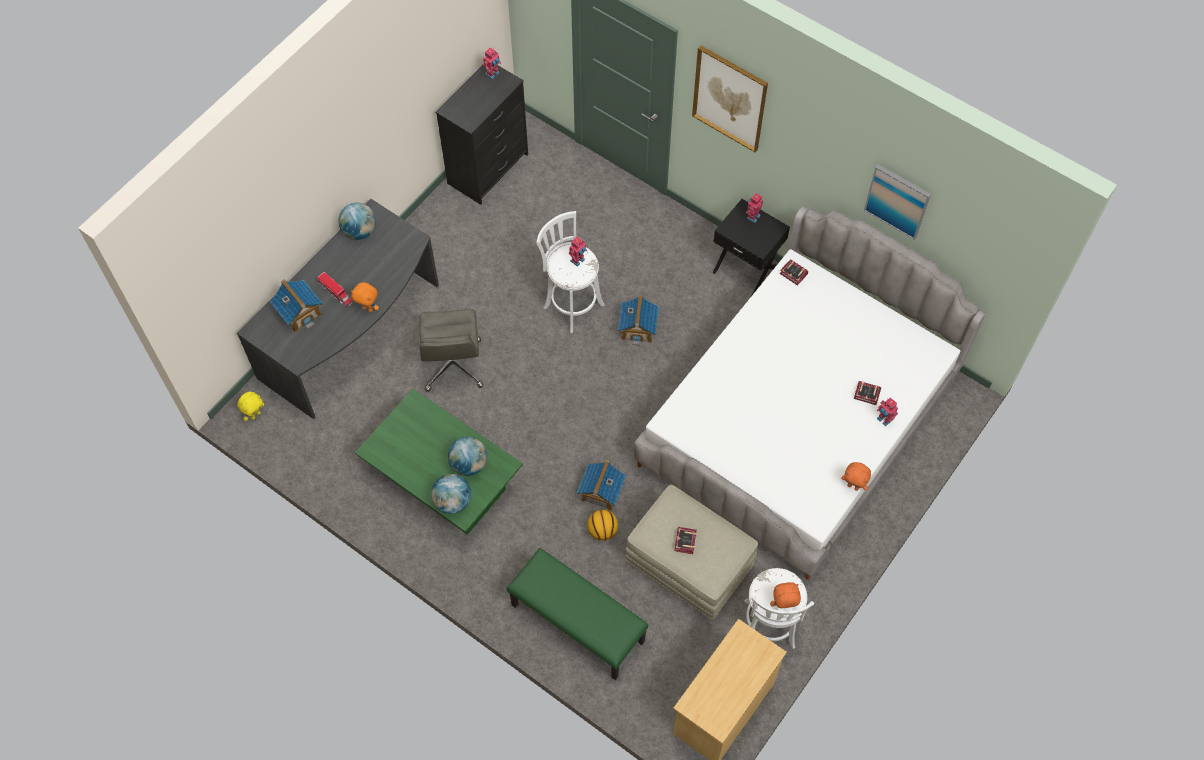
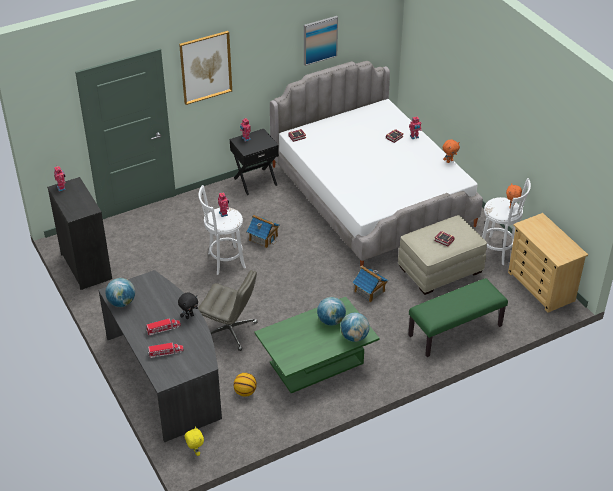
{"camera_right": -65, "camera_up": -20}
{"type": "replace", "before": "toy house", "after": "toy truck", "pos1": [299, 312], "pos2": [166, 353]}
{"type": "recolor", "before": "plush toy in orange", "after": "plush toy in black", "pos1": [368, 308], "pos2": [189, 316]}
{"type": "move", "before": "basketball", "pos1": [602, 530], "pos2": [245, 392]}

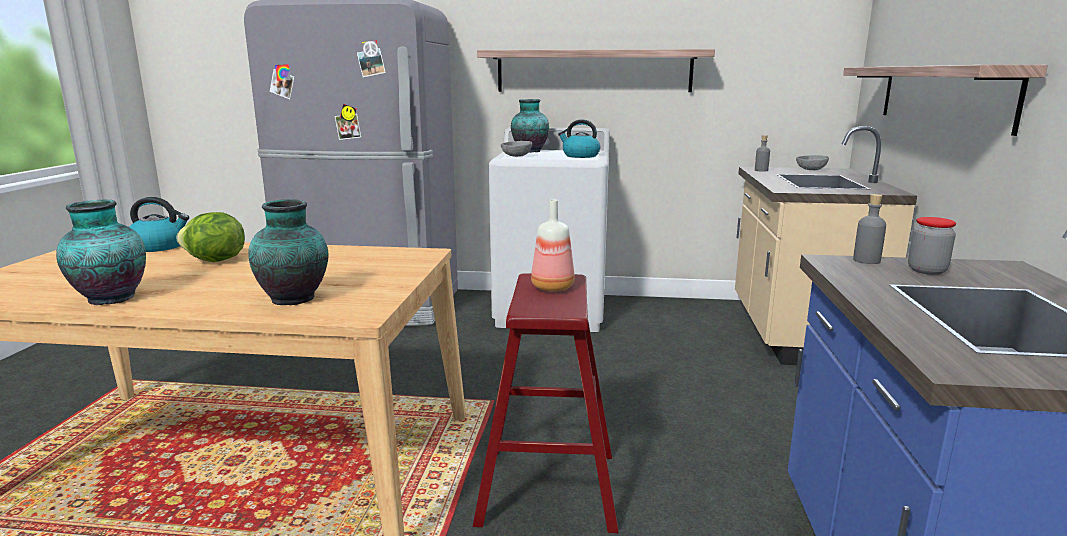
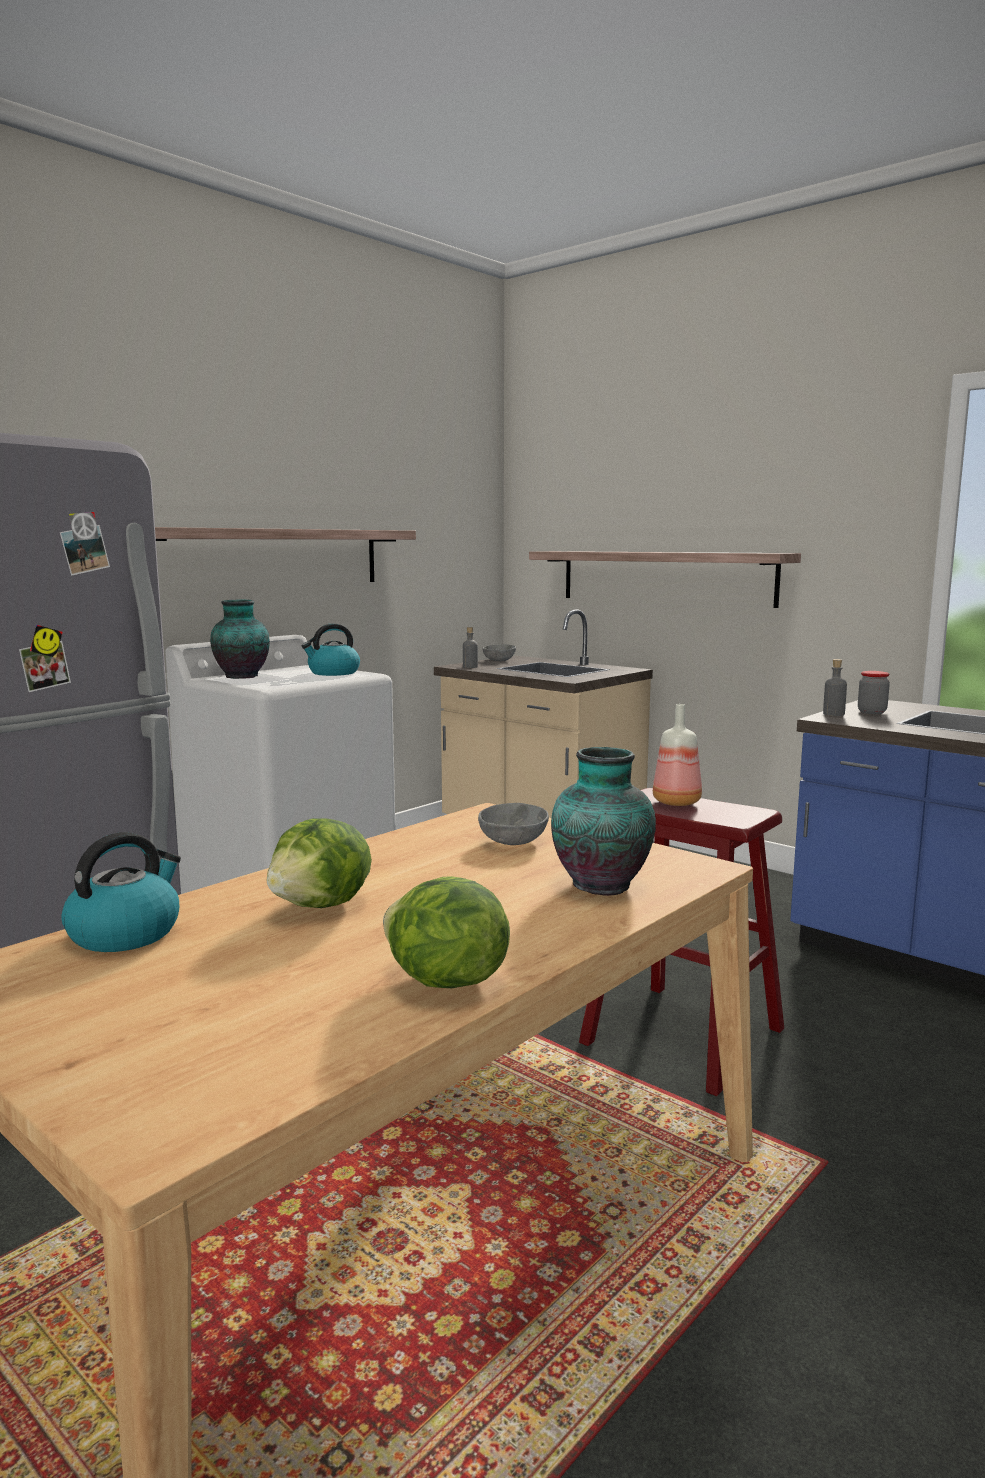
{"camera_right": -55, "camera_up": -5}
{"type": "replace", "before": "vase", "after": "lettuce", "pos1": [109, 299], "pos2": [444, 982]}
{"type": "move", "before": "bowl in grey", "pos1": [516, 156], "pos2": [514, 842]}

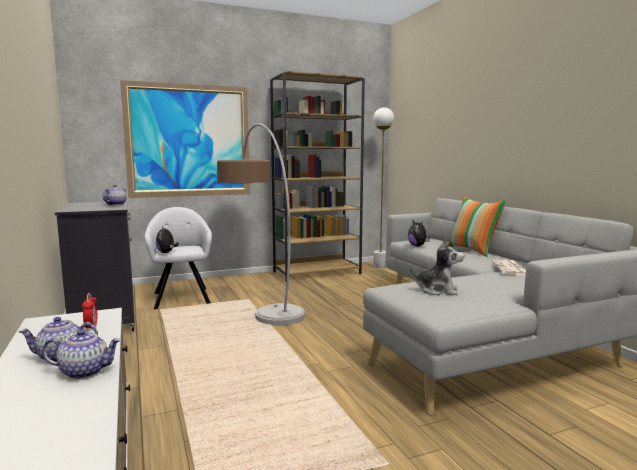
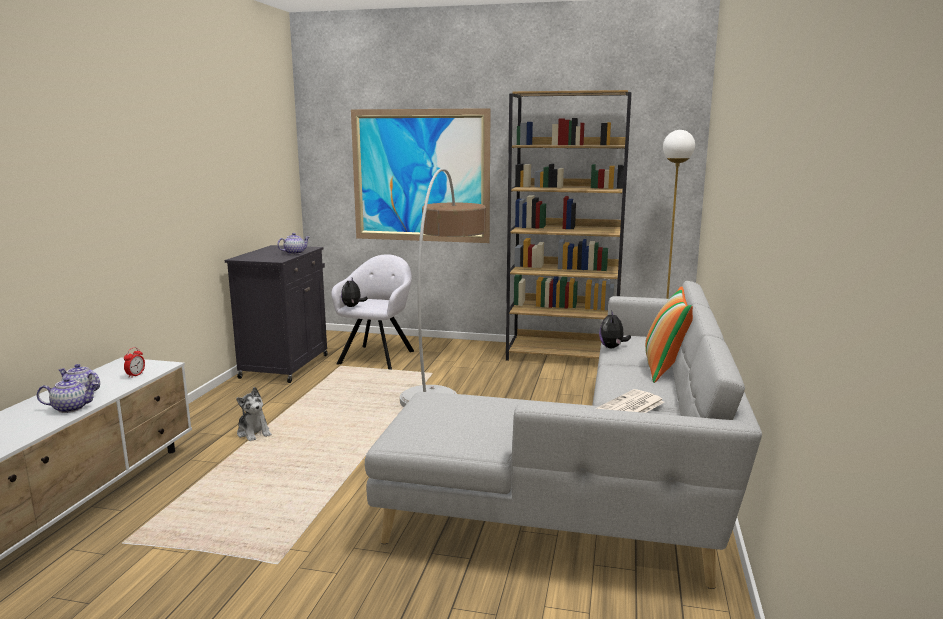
{"camera_right": 35, "camera_up": 5}
{"type": "rotate", "before": "teapot", "pos1": [85, 371], "pos2": [71, 408], "turn": -45}
{"type": "move", "before": "plush toy", "pos1": [437, 290], "pos2": [254, 433]}

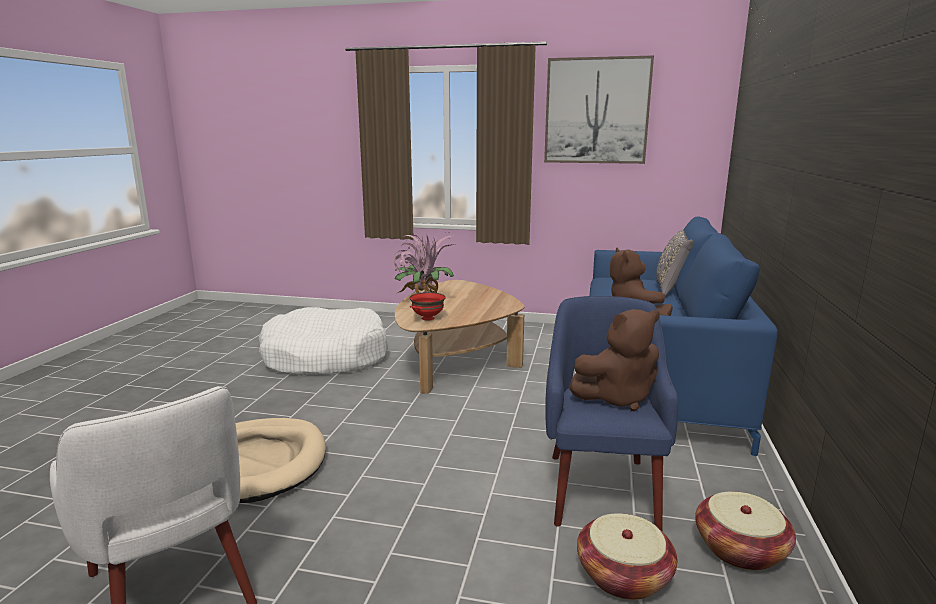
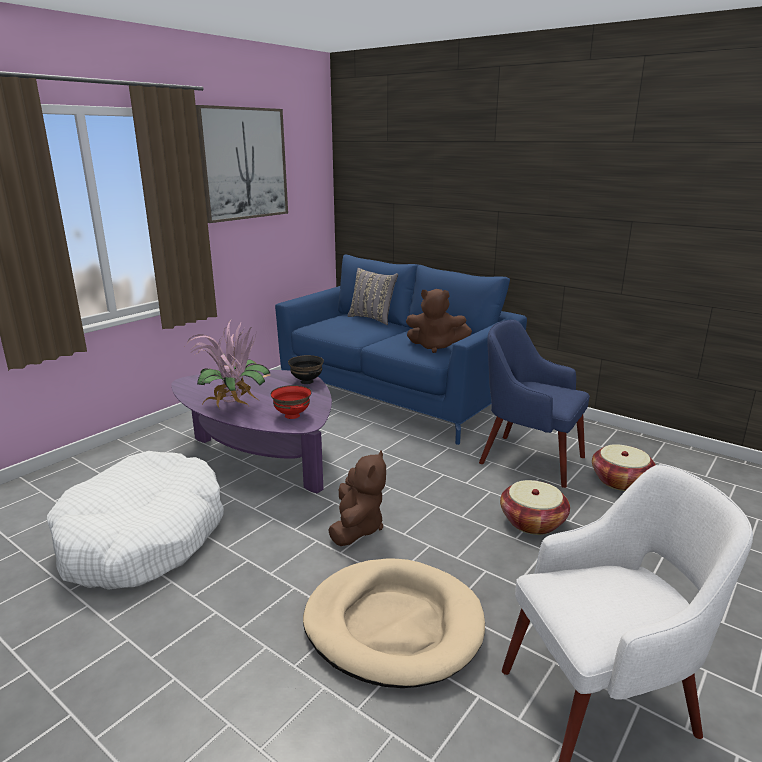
{"camera_right": -65, "camera_up": 5}
{"type": "recolor", "before": "coffee table in brown", "after": "coffee table in purple", "pos1": [456, 360], "pos2": [262, 458]}
{"type": "insert", "after": "bowl in black", "pos2": [306, 381]}
{"type": "move", "before": "plush toy in brown", "pos1": [617, 398], "pos2": [357, 528]}
{"type": "move", "before": "basket", "pos1": [740, 549], "pos2": [532, 522]}

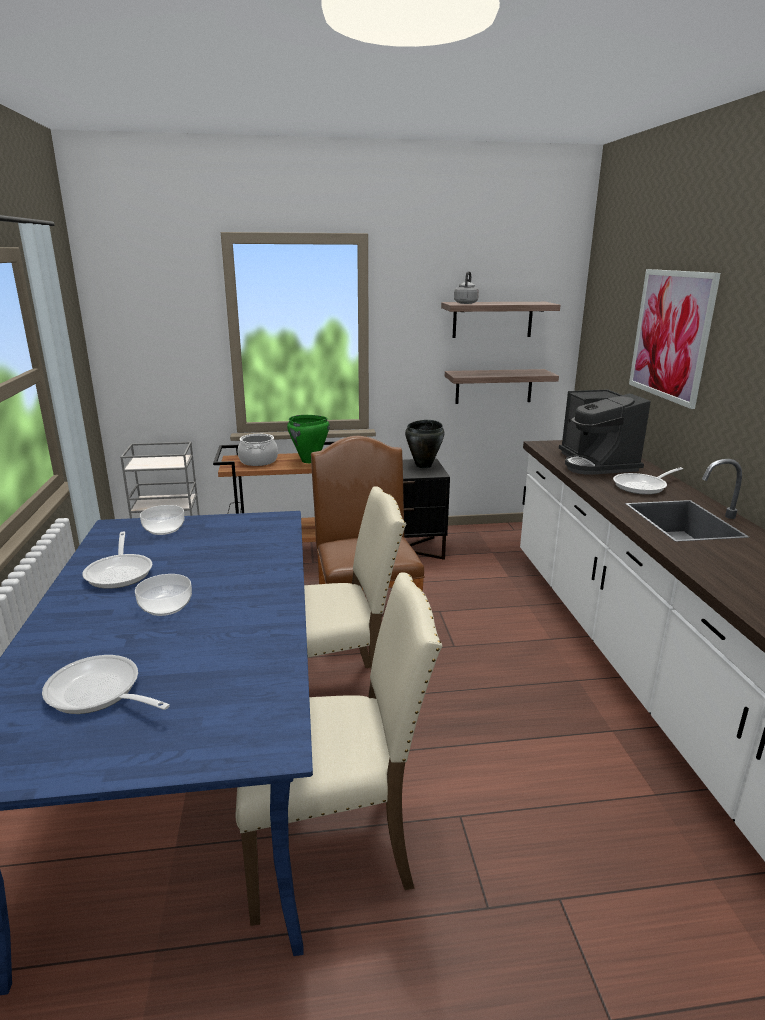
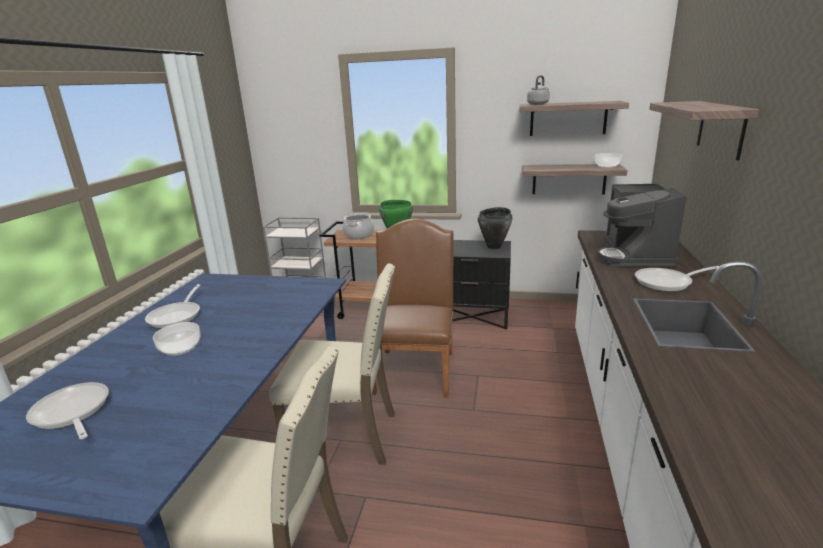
{"camera_right": 20, "camera_up": 0}
{"type": "move", "before": "bowl", "pos1": [163, 529], "pos2": [606, 166]}
{"type": "replace", "before": "picture", "after": "shelf", "pos1": [670, 335], "pos2": [721, 128]}

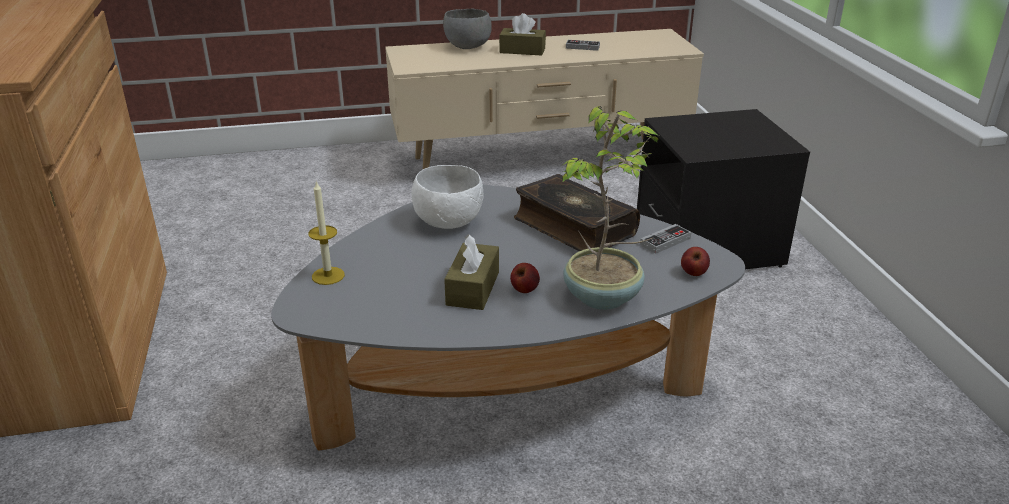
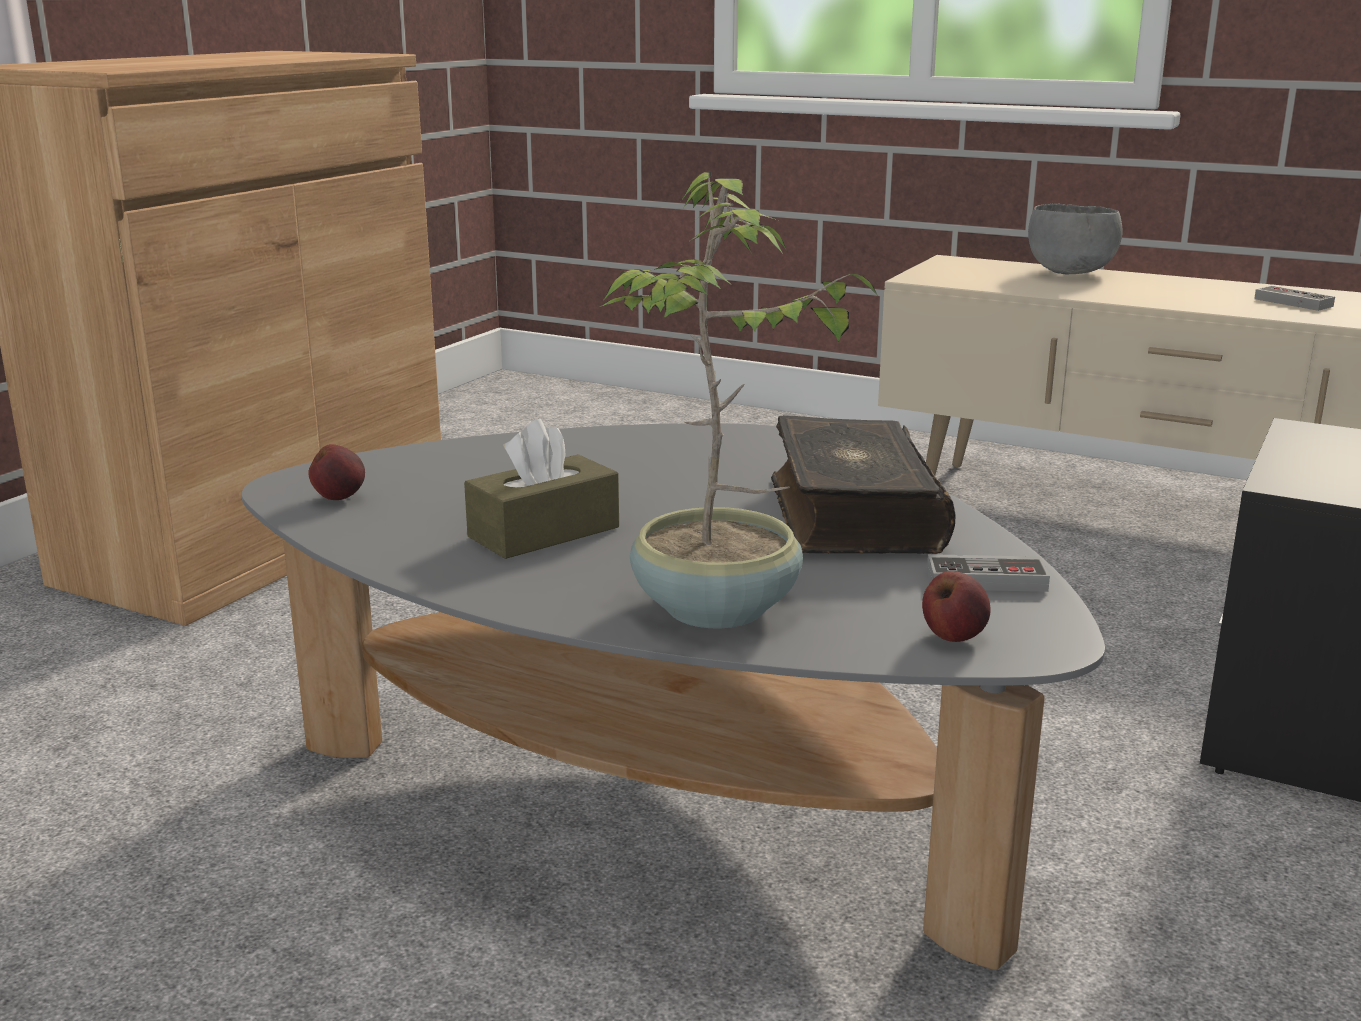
{"camera_right": 40, "camera_up": -10}
{"type": "move", "before": "apple", "pos1": [524, 290], "pos2": [339, 498]}
{"type": "delete", "before": "candle", "pos1": [328, 276]}
{"type": "delete", "before": "bowl in white", "pos1": [449, 222]}
{"type": "delete", "before": "tissue box in brown", "pos1": [522, 50]}

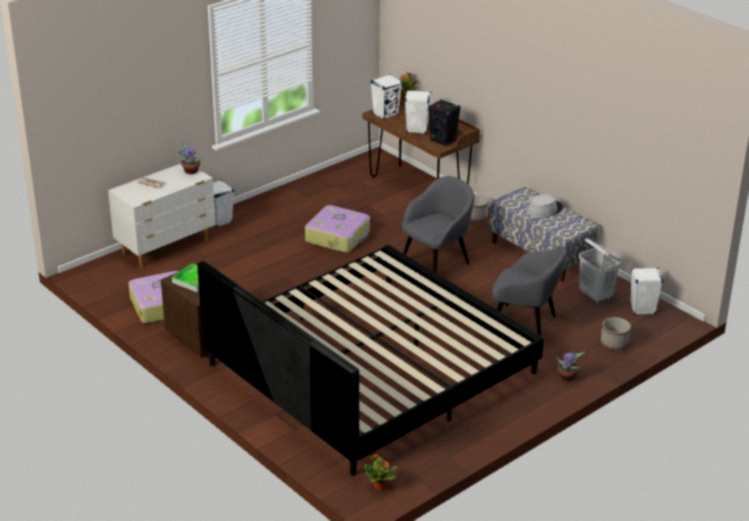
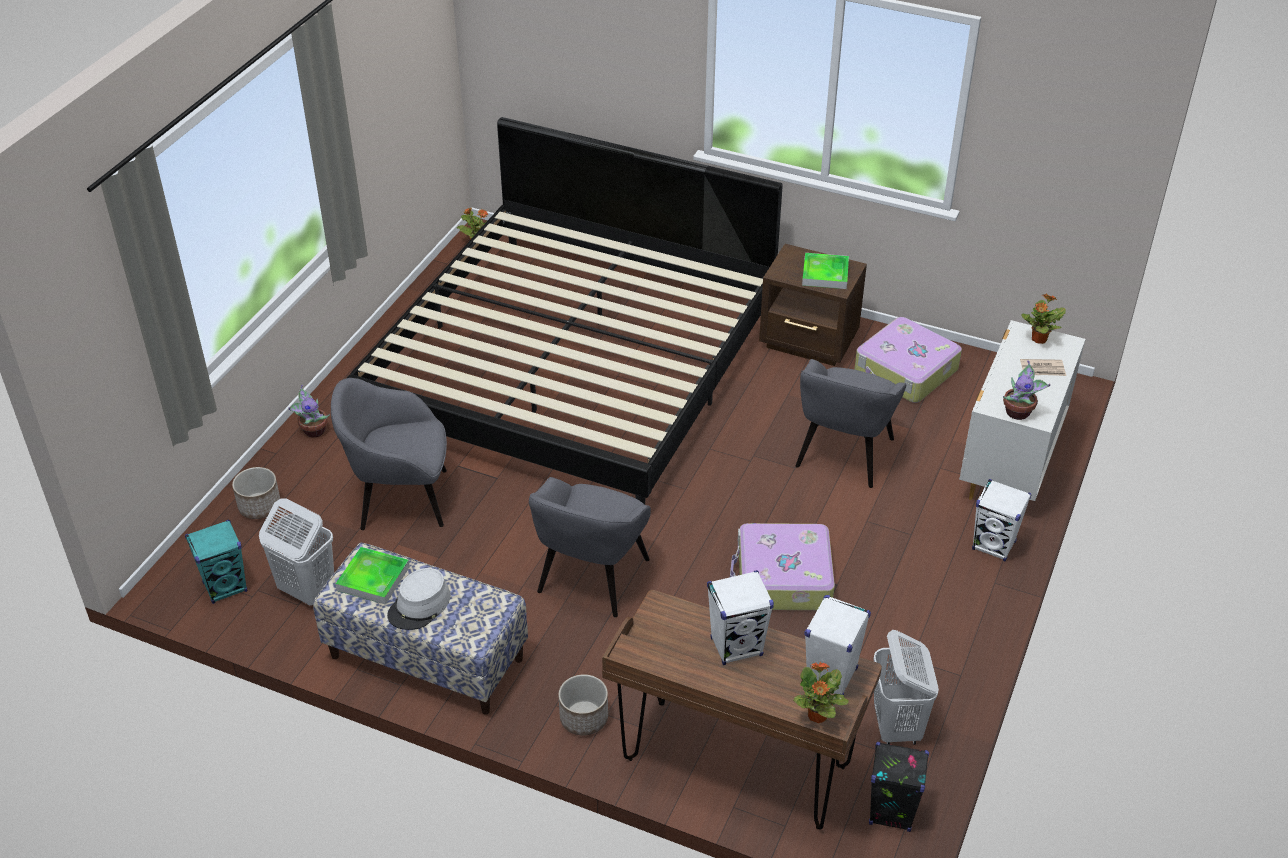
{"camera_right": 155, "camera_up": 10}
{"type": "recolor", "before": "speaker in white", "after": "speaker in turquoise", "pos1": [642, 309], "pos2": [225, 587]}
{"type": "insert", "after": "tray", "pos2": [373, 578]}
{"type": "insert", "after": "armchair in grey", "pos2": [844, 454]}
{"type": "move", "before": "speaker in black", "pos1": [443, 141], "pos2": [891, 813]}
{"type": "insert", "after": "laundry basket in white", "pos2": [897, 727]}
{"type": "insert", "after": "potted plant", "pos2": [1038, 339]}

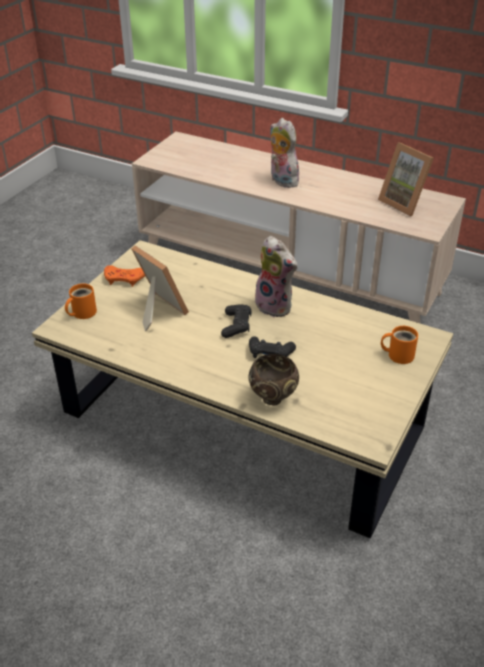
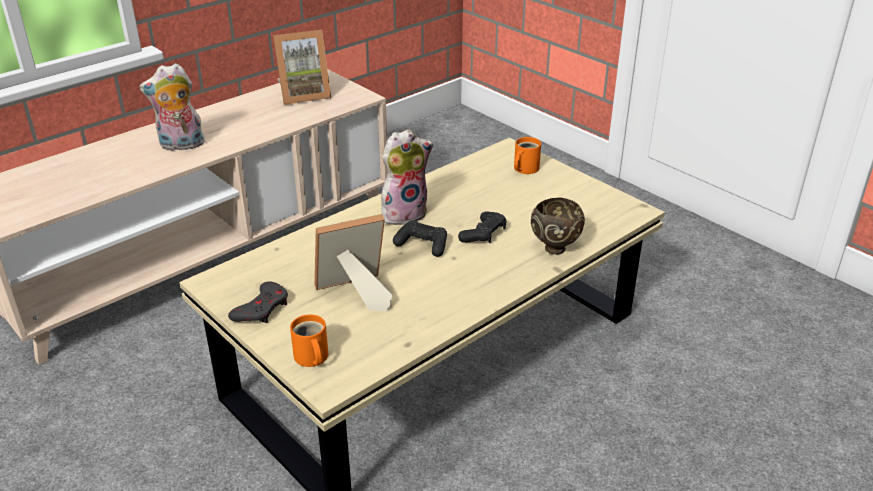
{"camera_right": -70, "camera_up": -5}
{"type": "recolor", "before": "game controller in orange", "after": "game controller in grey", "pos1": [125, 278], "pos2": [262, 308]}

